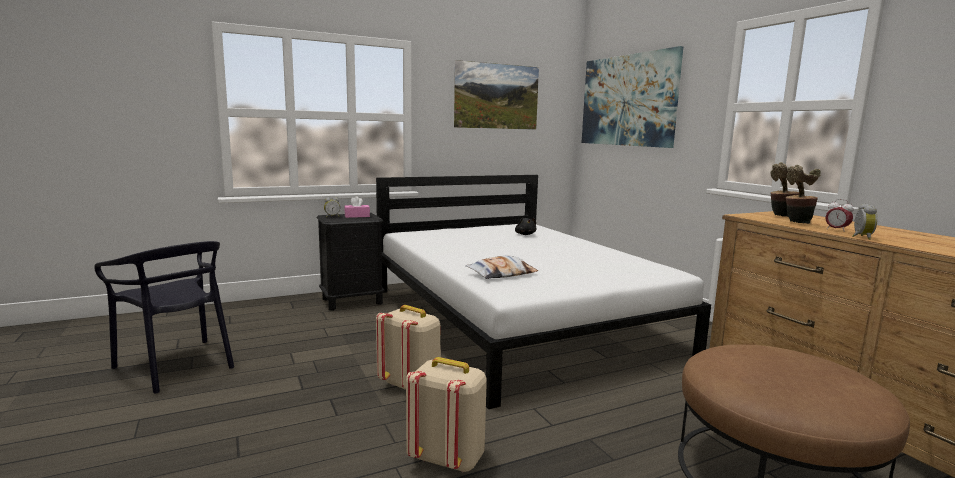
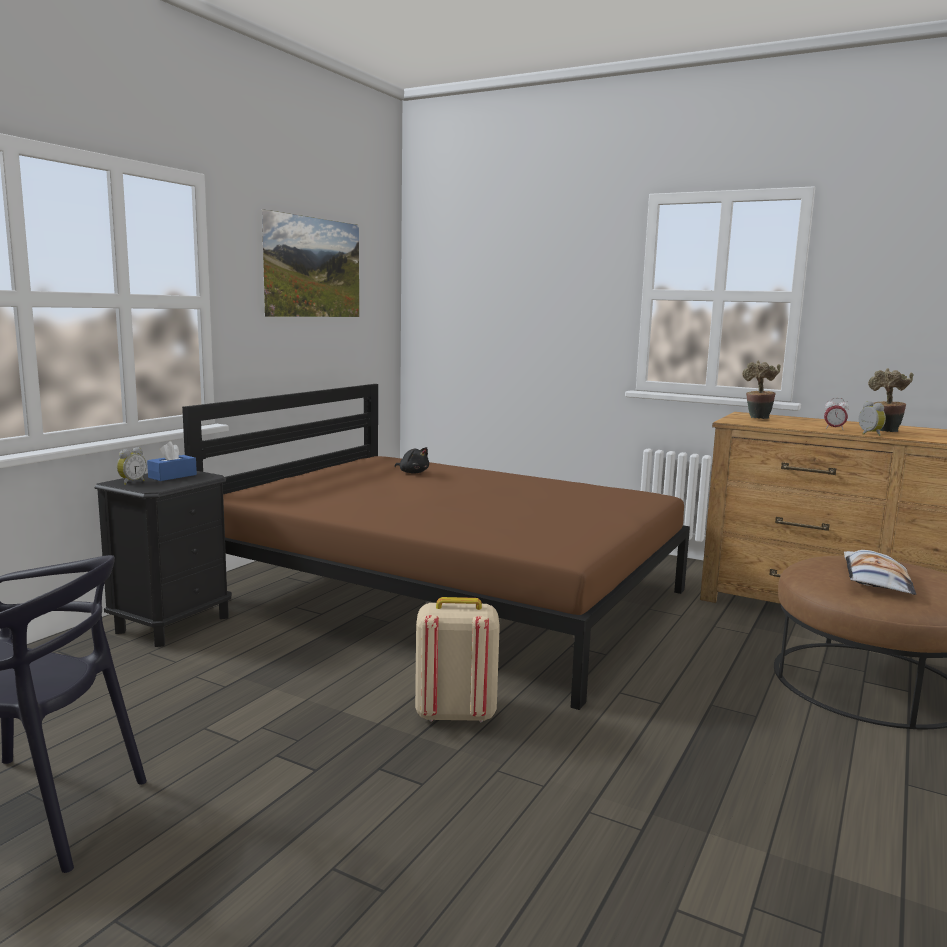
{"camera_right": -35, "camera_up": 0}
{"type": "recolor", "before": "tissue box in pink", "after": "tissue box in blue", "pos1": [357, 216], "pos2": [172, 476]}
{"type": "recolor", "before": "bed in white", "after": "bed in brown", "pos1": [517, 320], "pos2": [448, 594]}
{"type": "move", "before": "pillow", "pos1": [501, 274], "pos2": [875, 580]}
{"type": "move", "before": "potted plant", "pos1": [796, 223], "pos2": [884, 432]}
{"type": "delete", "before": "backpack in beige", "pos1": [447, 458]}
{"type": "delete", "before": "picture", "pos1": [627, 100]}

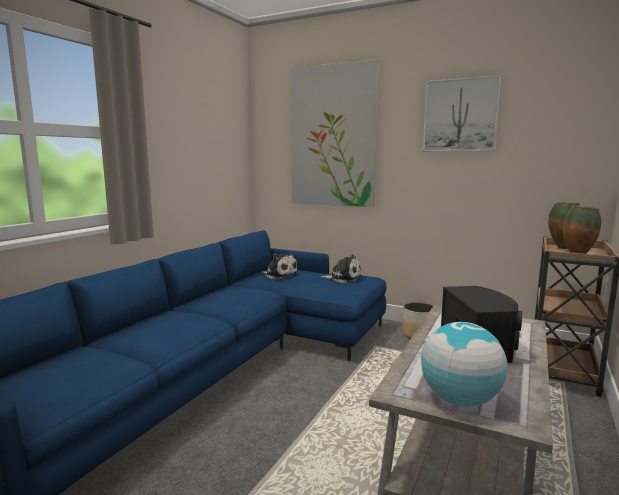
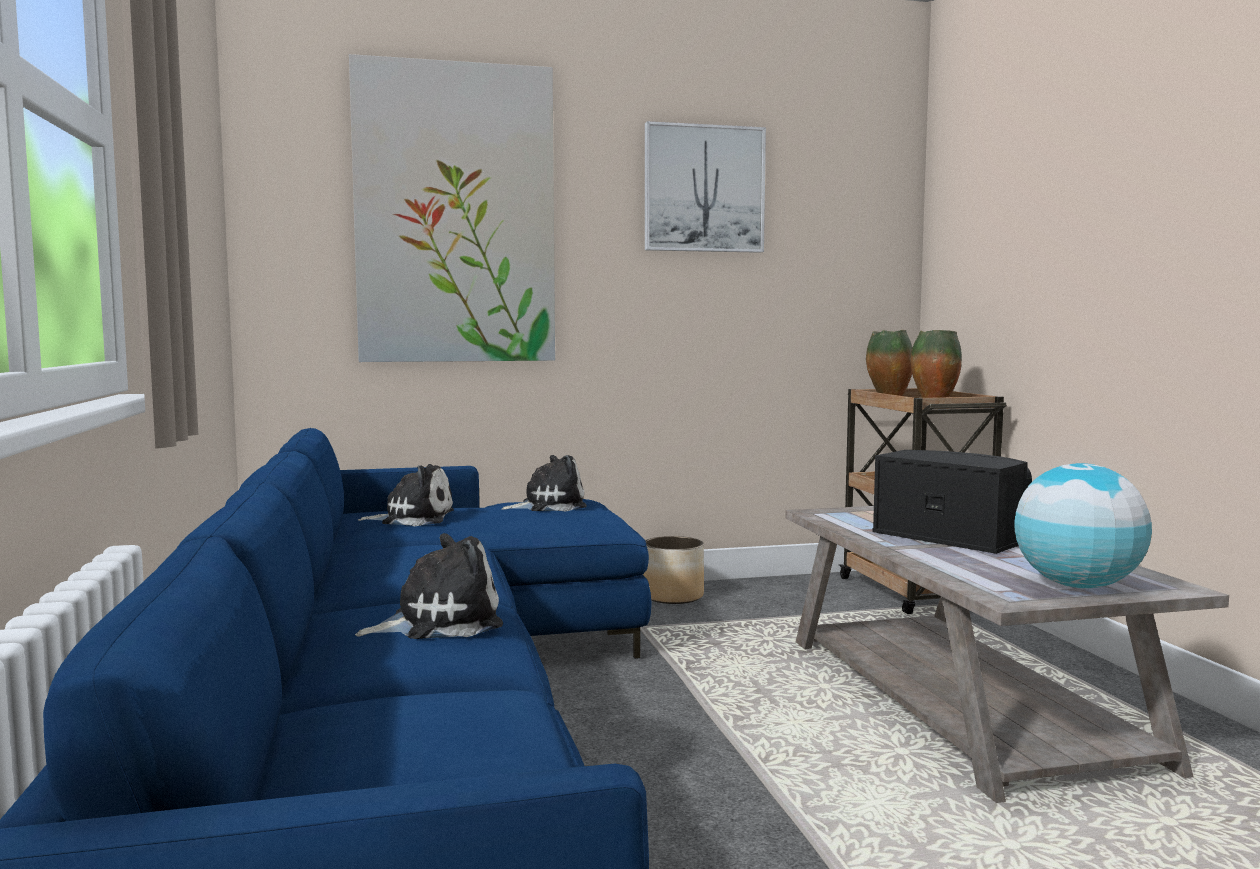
{"camera_right": -40, "camera_up": -5}
{"type": "insert", "after": "plush toy", "pos2": [439, 622]}

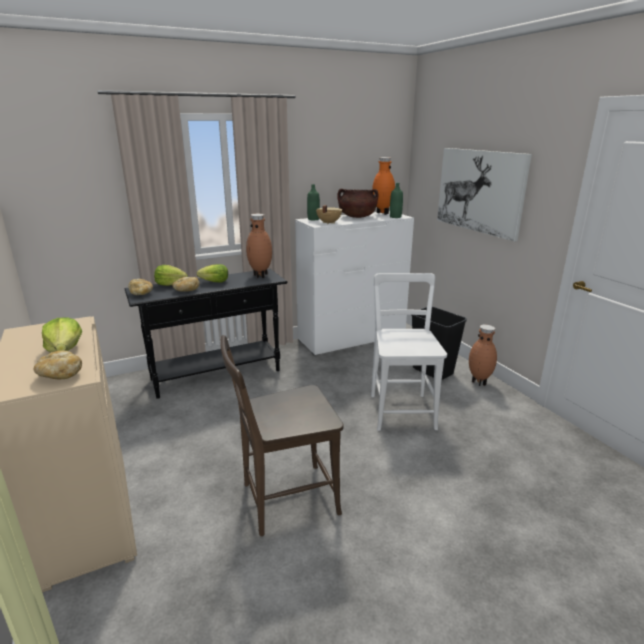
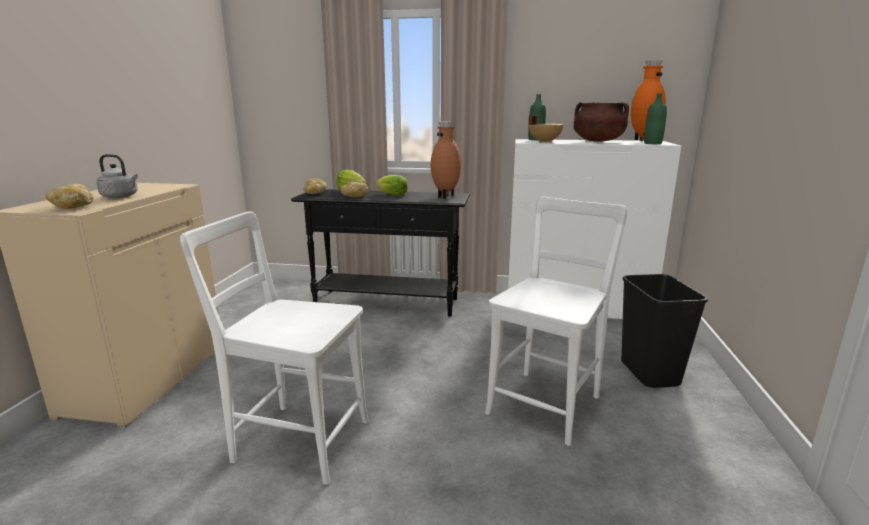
{"camera_right": 35, "camera_up": -5}
{"type": "replace", "before": "lettuce", "after": "kettle in grey", "pos1": [65, 350], "pos2": [121, 196]}
{"type": "recolor", "before": "chair in brown", "after": "chair in white", "pos1": [284, 500], "pos2": [295, 439]}
{"type": "delete", "before": "picture", "pos1": [479, 191]}
{"type": "delete", "before": "vase in brown", "pos1": [479, 382]}

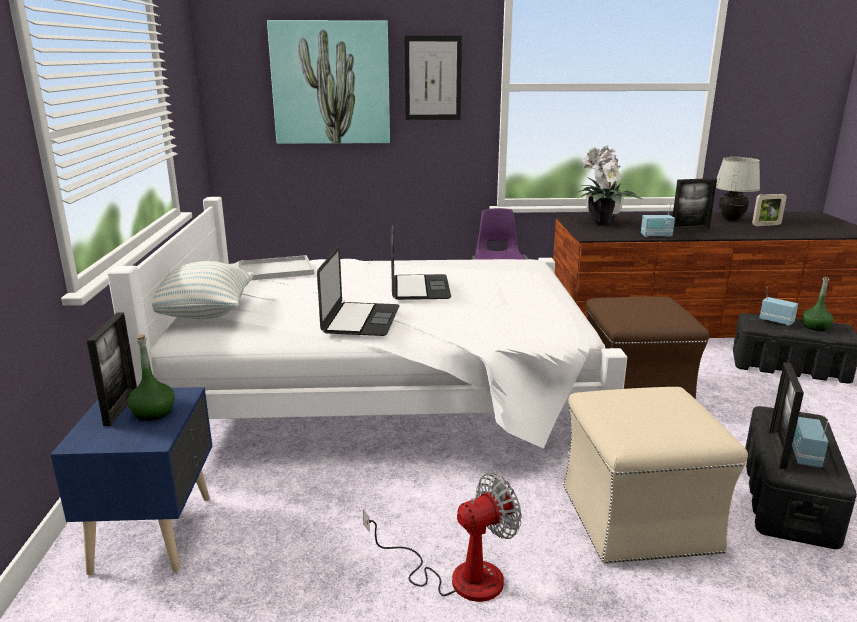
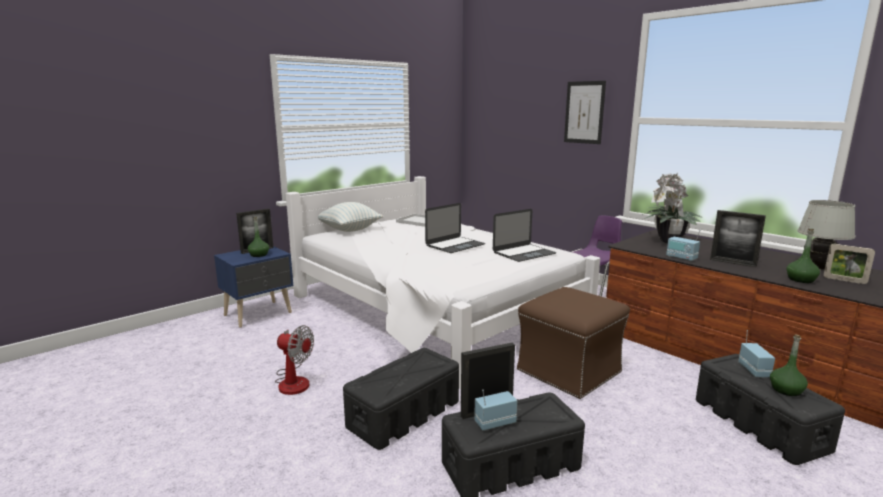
{"camera_right": 50, "camera_up": -5}
{"type": "replace", "before": "ottoman in beige", "after": "storage box in black", "pos1": [639, 520], "pos2": [403, 414]}
{"type": "move", "before": "laptop", "pos1": [361, 319], "pos2": [524, 253]}
{"type": "insert", "after": "bottle in green", "pos2": [800, 279]}
{"type": "delete", "before": "picture", "pos1": [331, 83]}

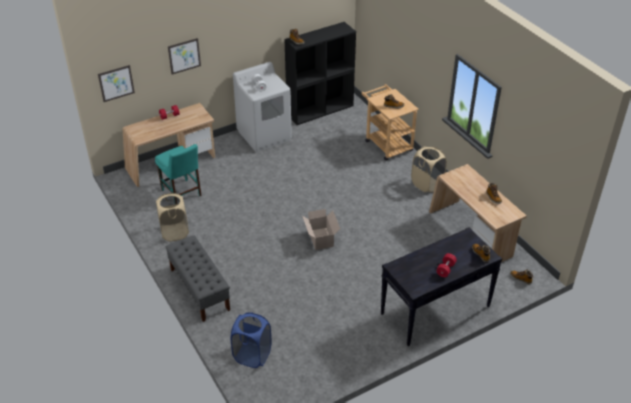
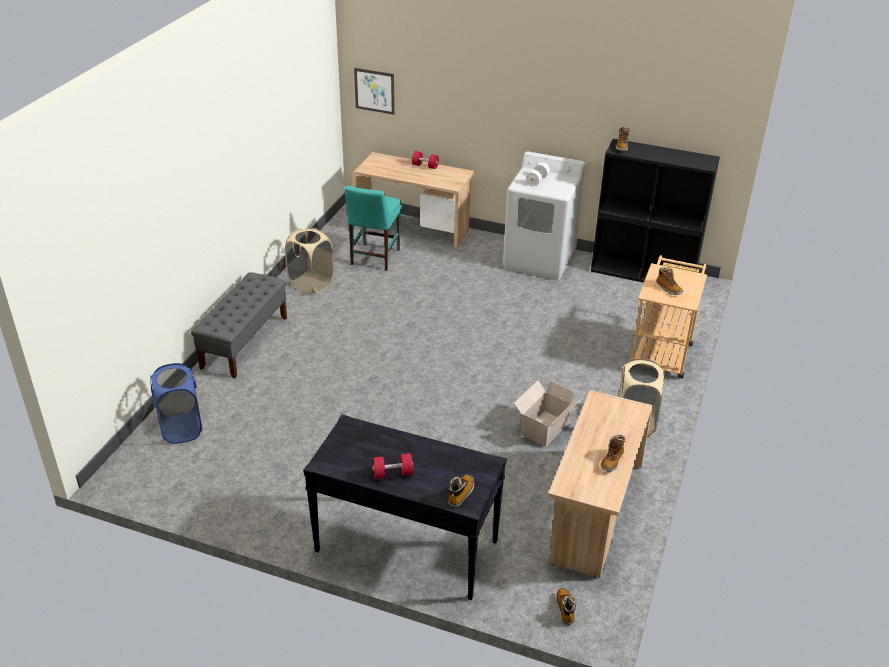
{"camera_right": 50, "camera_up": -5}
{"type": "move", "before": "cardboard box", "pos1": [321, 239], "pos2": [543, 429]}
{"type": "delete", "before": "picture", "pos1": [184, 56]}

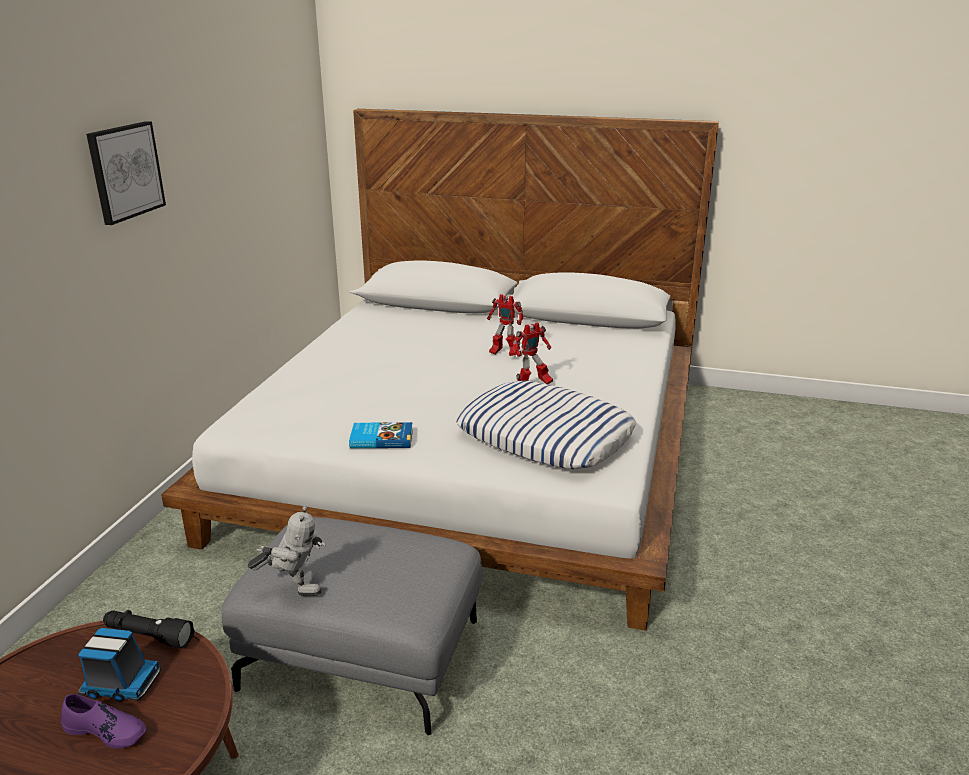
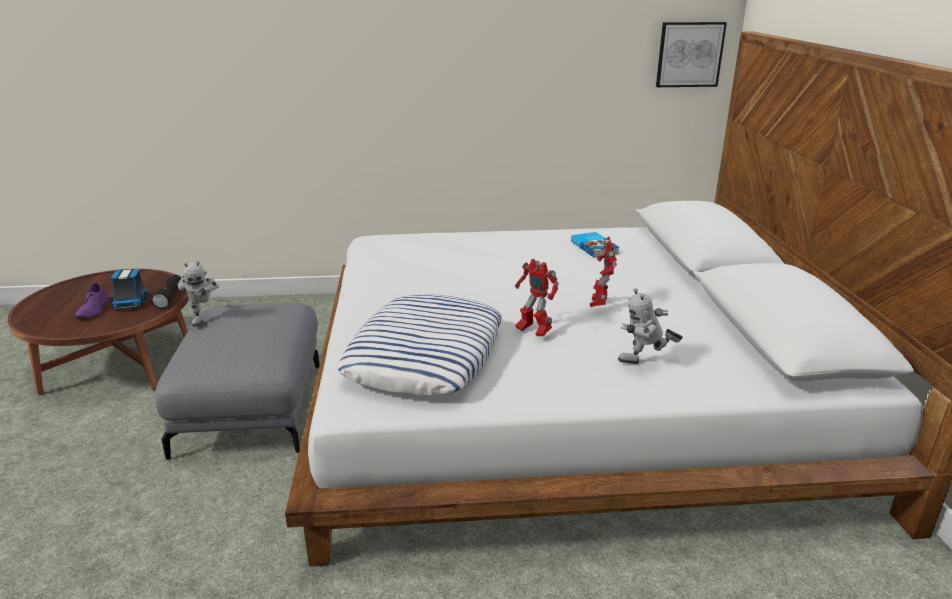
{"camera_right": 70, "camera_up": 0}
{"type": "move", "before": "book", "pos1": [381, 438], "pos2": [595, 247]}
{"type": "insert", "after": "toy robot", "pos2": [645, 363]}
{"type": "move", "before": "picture", "pos1": [125, 171], "pos2": [689, 54]}

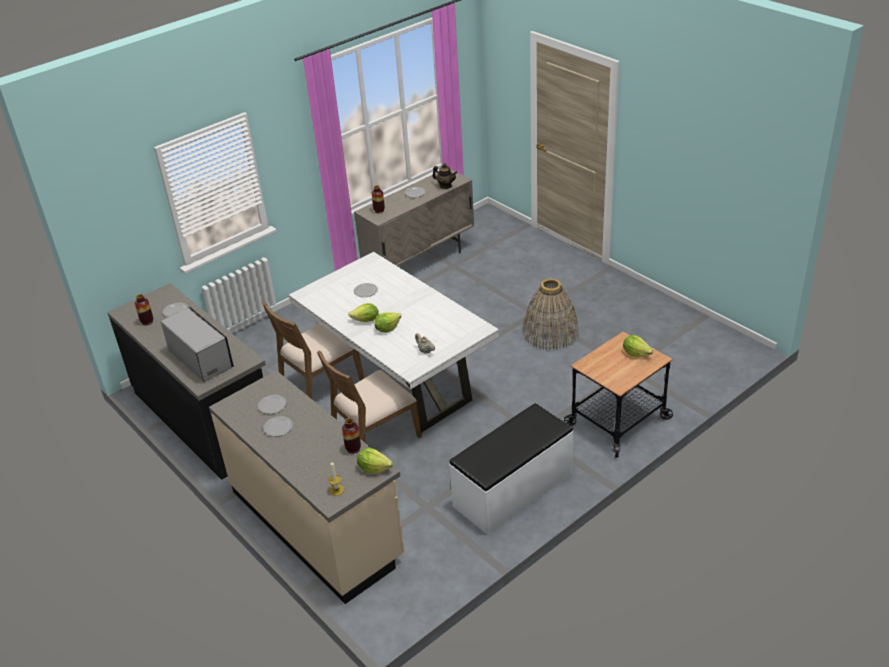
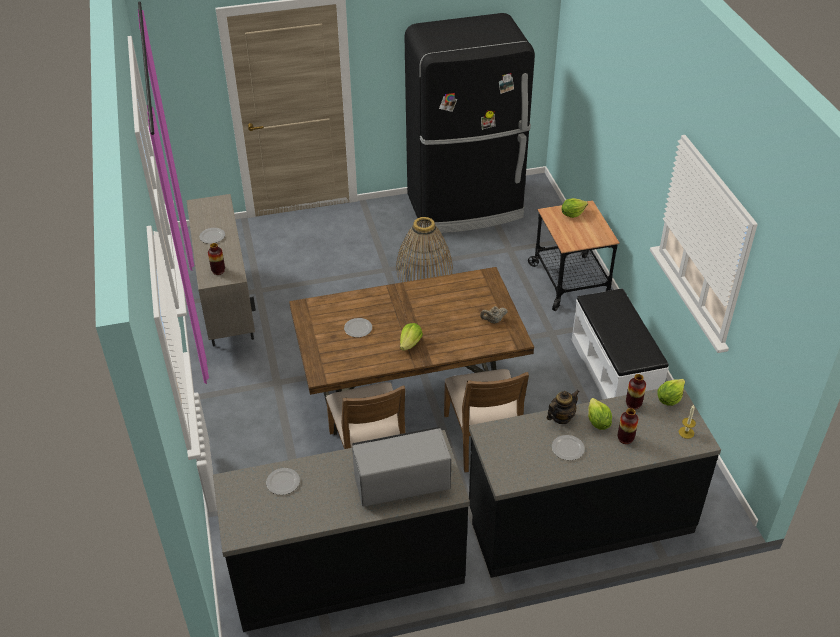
{"camera_right": -65, "camera_up": 5}
{"type": "recolor", "before": "dining table in white", "after": "dining table in brown", "pos1": [396, 380], "pos2": [409, 394]}
{"type": "insert", "after": "fridge in black", "pos2": [466, 207]}
{"type": "recolor", "before": "counter in beige", "after": "counter in black", "pos1": [317, 524], "pos2": [579, 521]}
{"type": "move", "before": "teapot", "pos1": [445, 186], "pos2": [561, 417]}
{"type": "move", "before": "lettuce", "pos1": [387, 328], "pos2": [597, 422]}
{"type": "move", "before": "vase", "pos1": [147, 322], "pos2": [625, 439]}
{"type": "delete", "before": "plate", "pos1": [272, 405]}

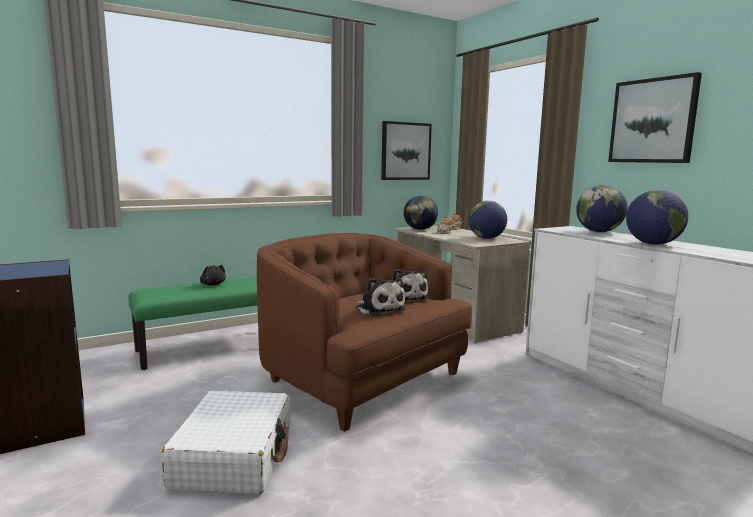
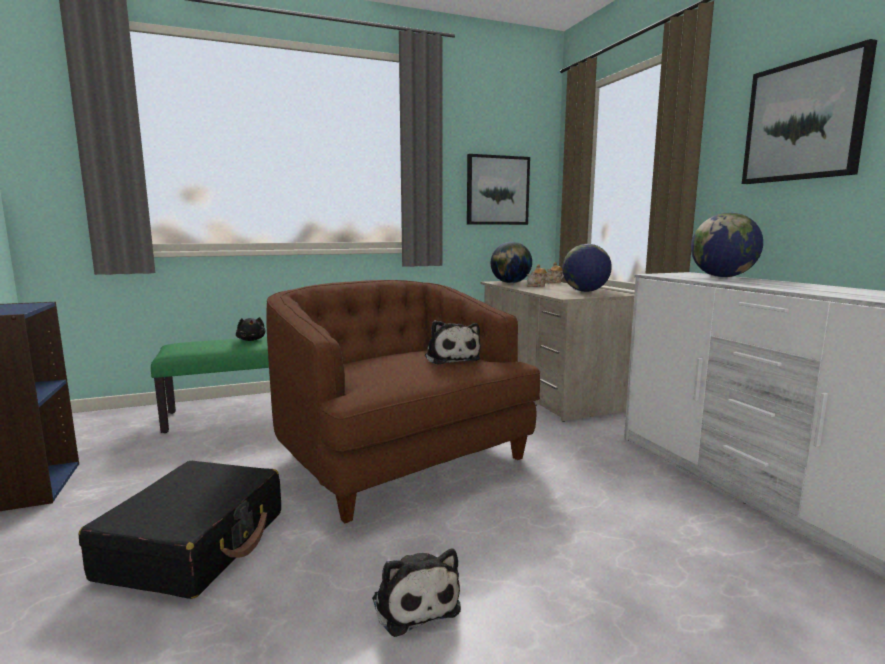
{"camera_right": 10, "camera_up": 0}
{"type": "recolor", "before": "suitcase in white", "after": "suitcase in black", "pos1": [235, 456], "pos2": [195, 544]}
{"type": "move", "before": "plush toy", "pos1": [379, 309], "pos2": [414, 602]}
{"type": "delete", "before": "globe", "pos1": [652, 244]}

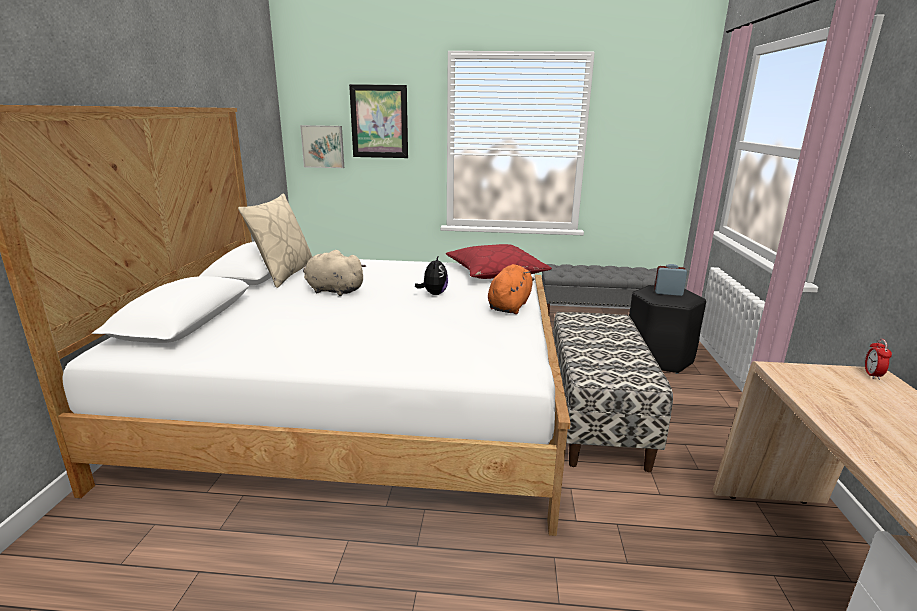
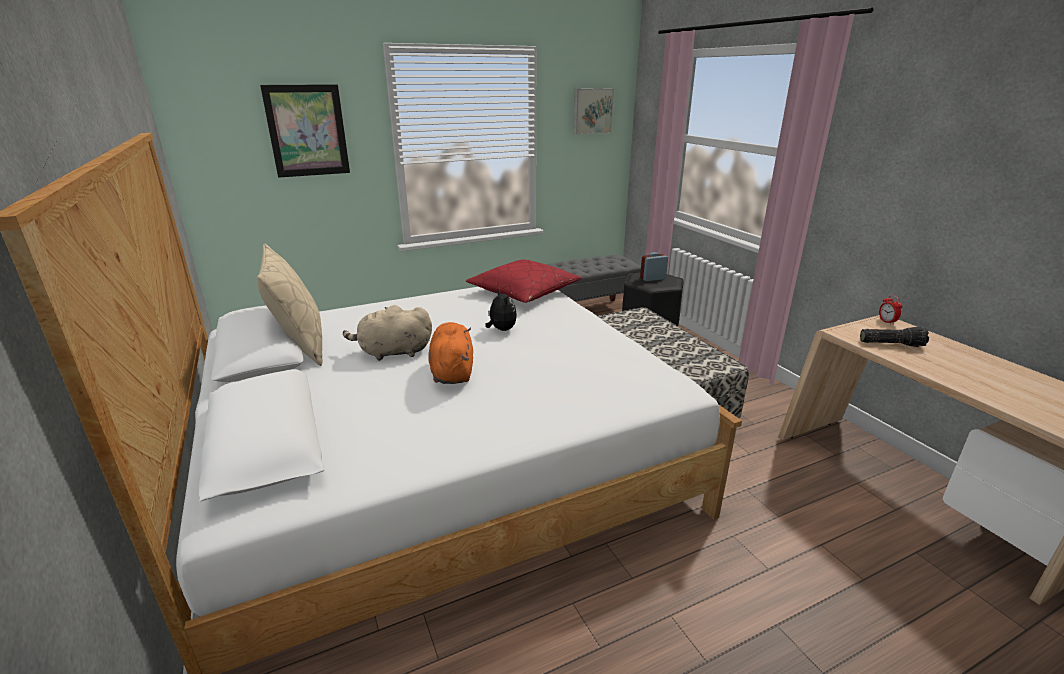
{"camera_right": -30, "camera_up": 5}
{"type": "move", "before": "plush toy in orange", "pos1": [510, 306], "pos2": [452, 371]}
{"type": "move", "before": "picture", "pos1": [323, 146], "pos2": [592, 111]}
{"type": "insert", "after": "flashlight", "pos2": [891, 343]}

